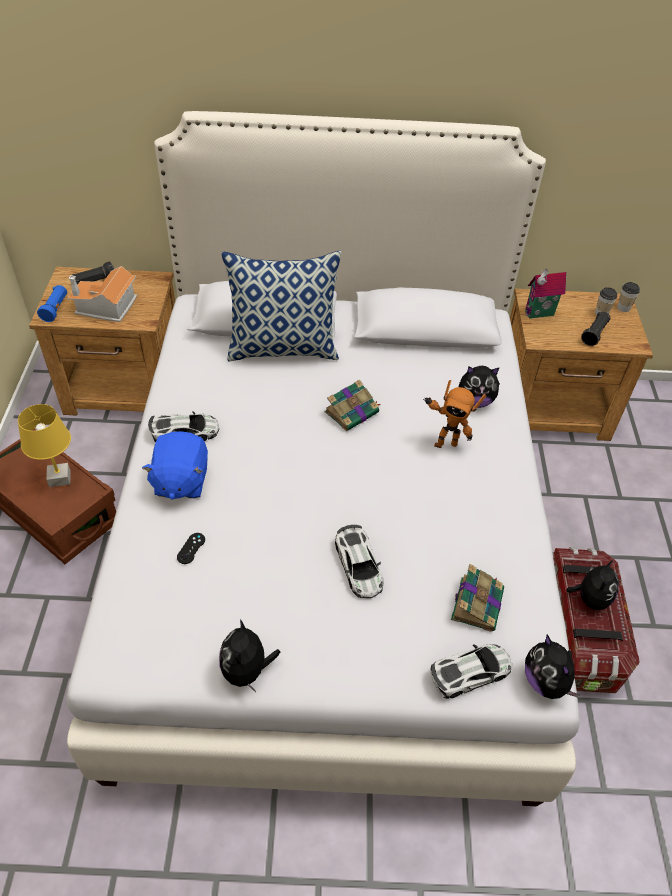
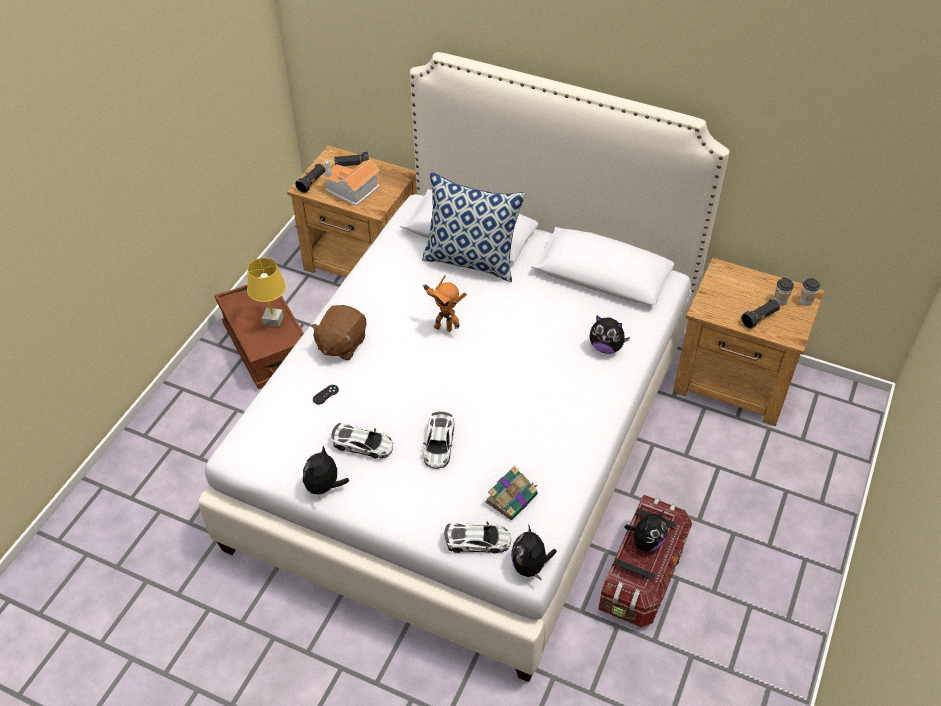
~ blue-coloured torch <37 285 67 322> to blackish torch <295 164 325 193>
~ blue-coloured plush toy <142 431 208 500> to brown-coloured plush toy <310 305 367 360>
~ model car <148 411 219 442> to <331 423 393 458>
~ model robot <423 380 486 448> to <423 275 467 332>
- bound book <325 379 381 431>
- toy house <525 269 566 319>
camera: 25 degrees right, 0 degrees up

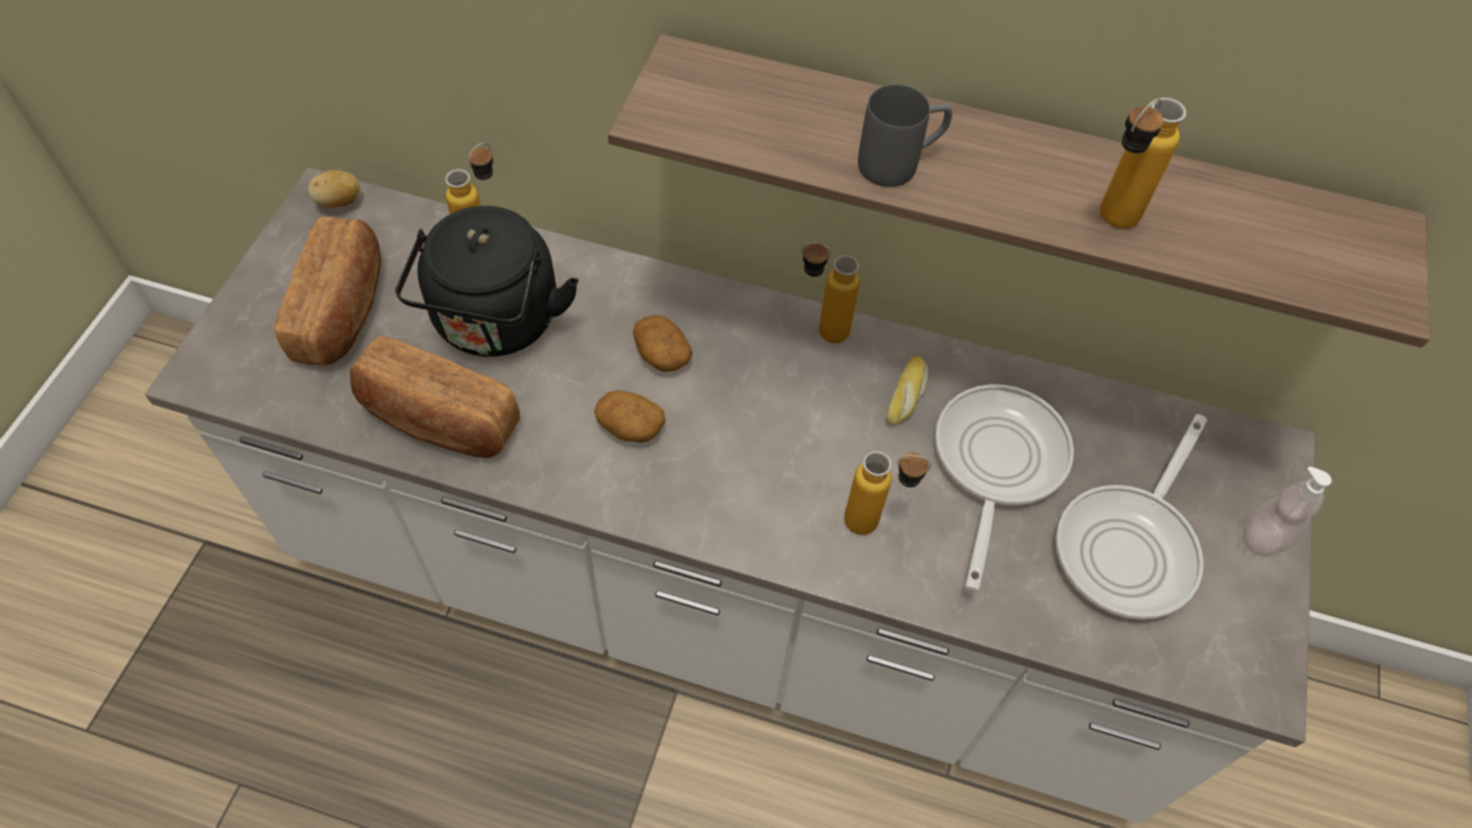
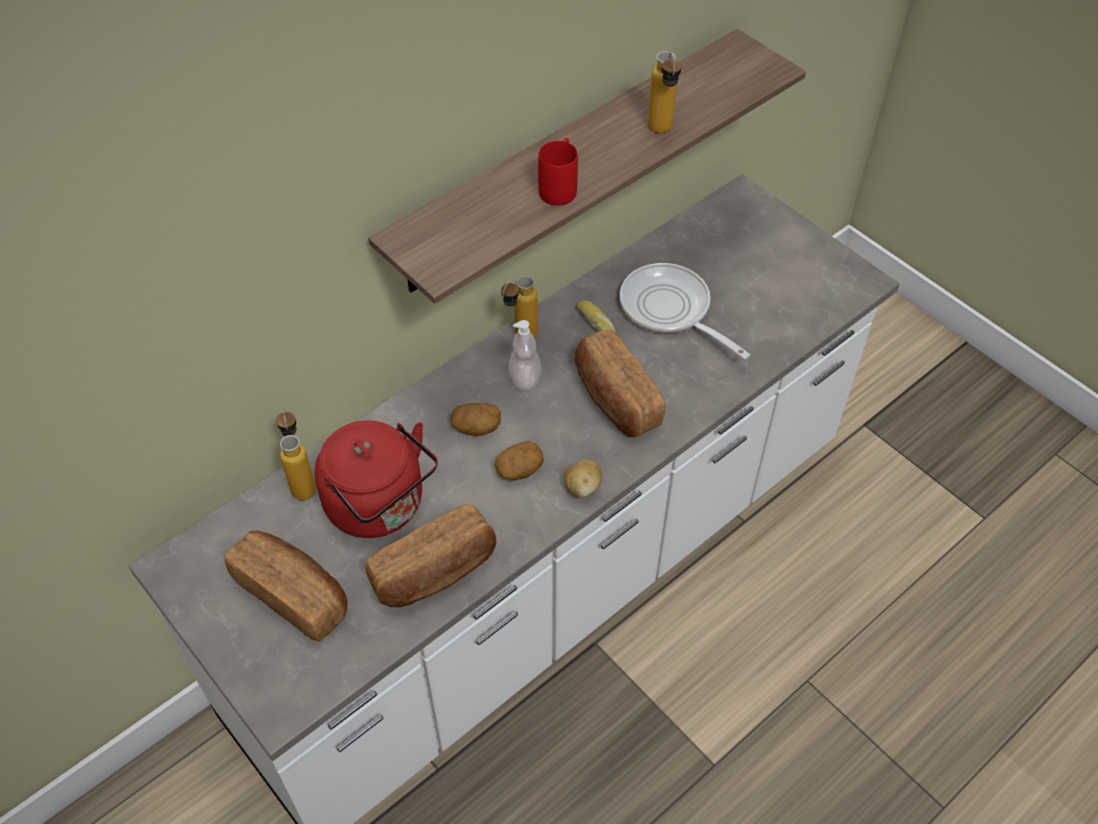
~ blackish kettle <395 206 579 357> to red-coloured kettle <314 420 438 538>
~ liquid soap bottle <1242 467 1332 556> to <509 320 542 391>
~ grey tea mug <858 84 952 187> to red-coloured tea mug <538 138 578 206>
~ whole potato <308 170 360 208> to <564 459 602 498>
+ bread <575 329 665 437>
- bottle <844 451 931 535>
- skillet <1056 414 1208 620>
camera: 55 degrees left, 5 degrees down

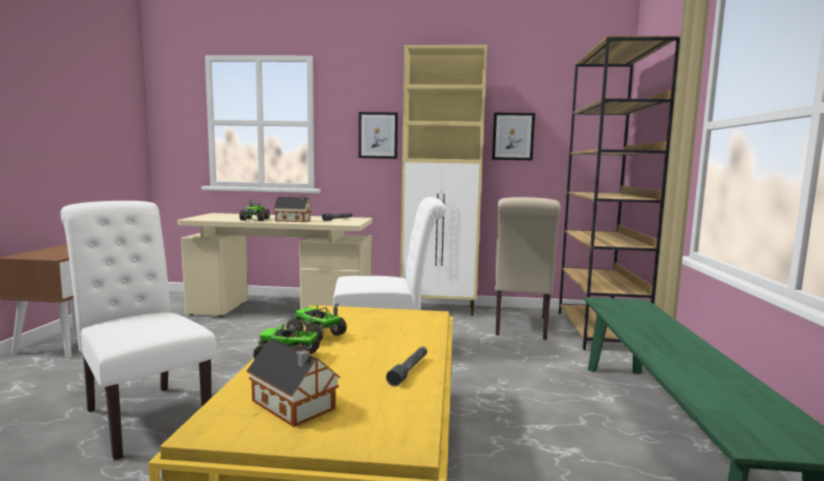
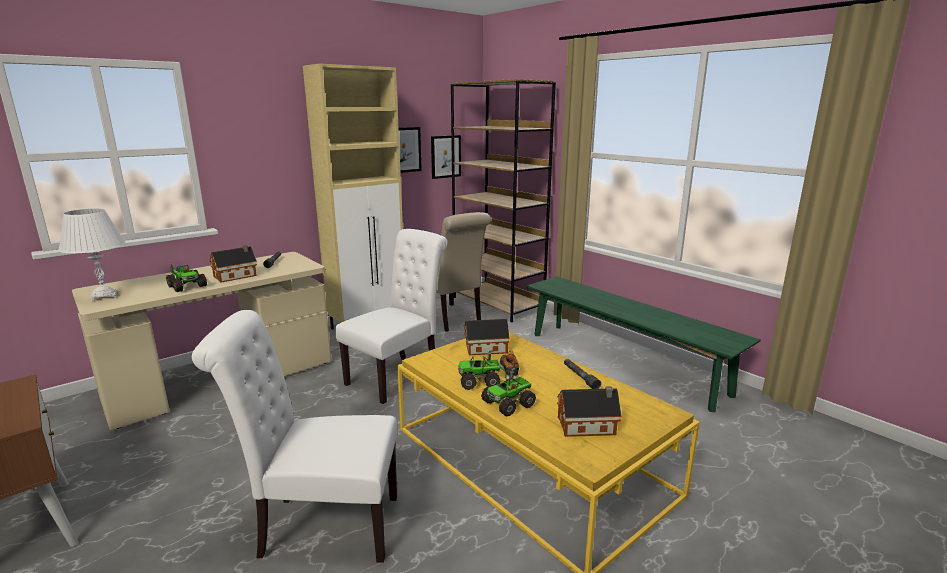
+ white lamp for a table <58 209 125 301>
~ wall picture <359 112 398 159> to <431 135 461 179>
+ toy house <464 316 510 355>
+ shoe <499 351 519 380>
camera: 45 degrees left, 10 degrees up

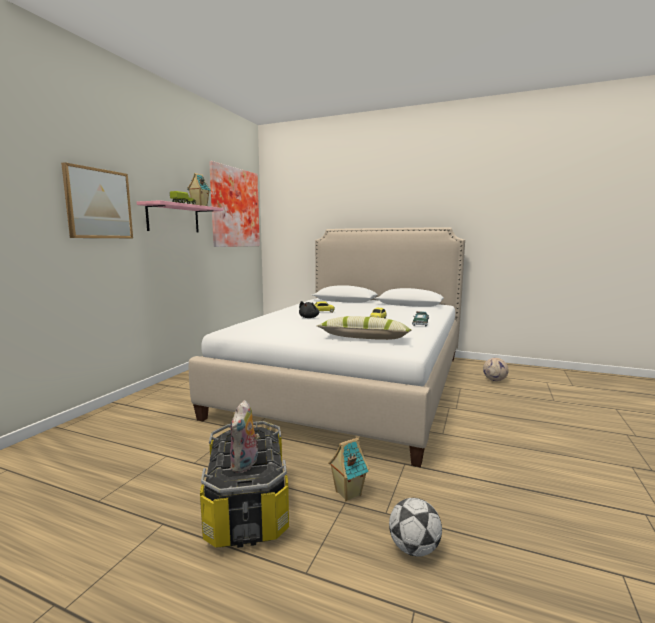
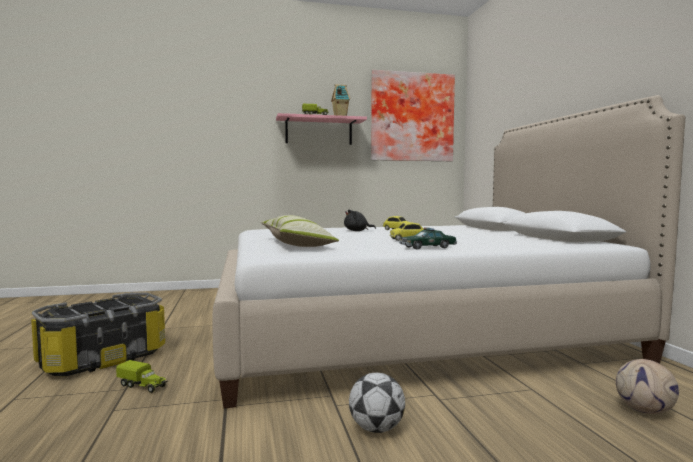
~ toy house <328 438 370 501> to toy lorry <116 360 168 393>
~ football <389 498 442 557> to <349 373 405 433>
- wall picture <61 162 133 238>
- plush toy <230 400 260 473>
camera: 55 degrees right, 5 degrees down

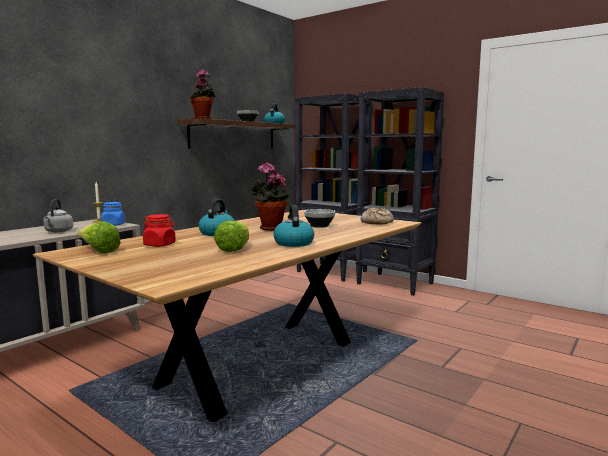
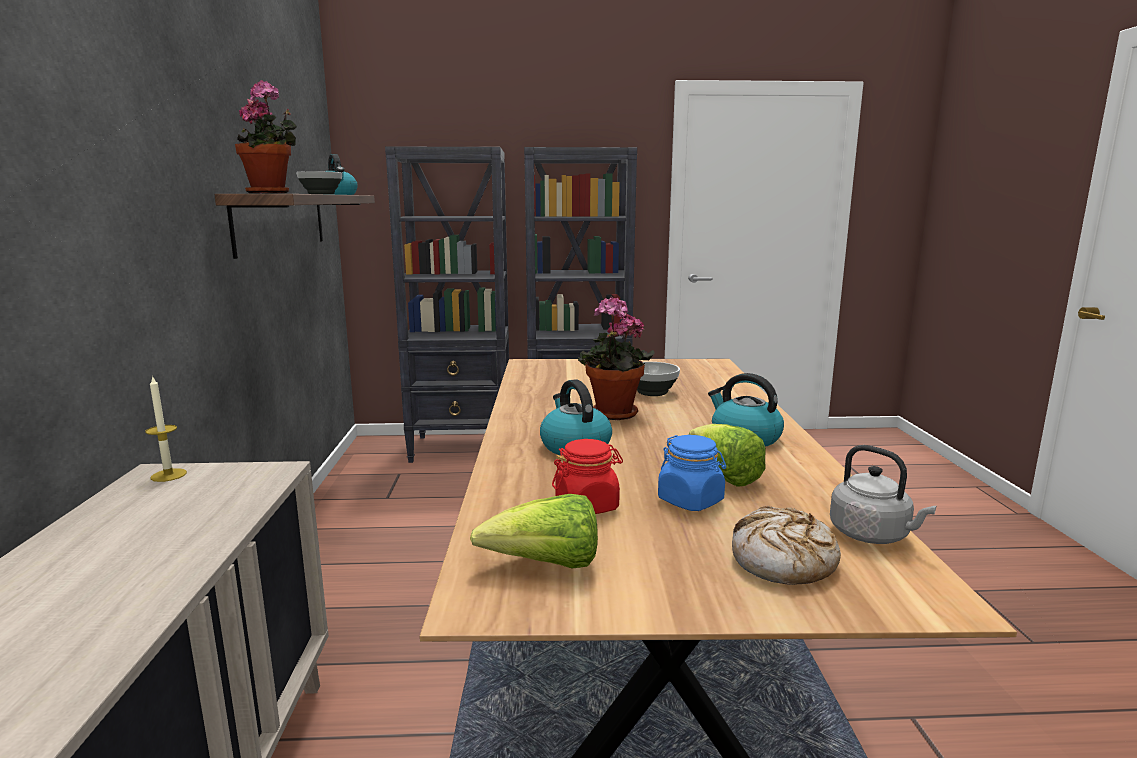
~ blue-coloured jar <101 202 125 226> to <658 435 726 511>
~ bread <361 208 394 224> to <732 506 841 585>
~ grey kettle <43 199 73 232> to <830 445 936 544>
camera: 40 degrees left, 5 degrees up

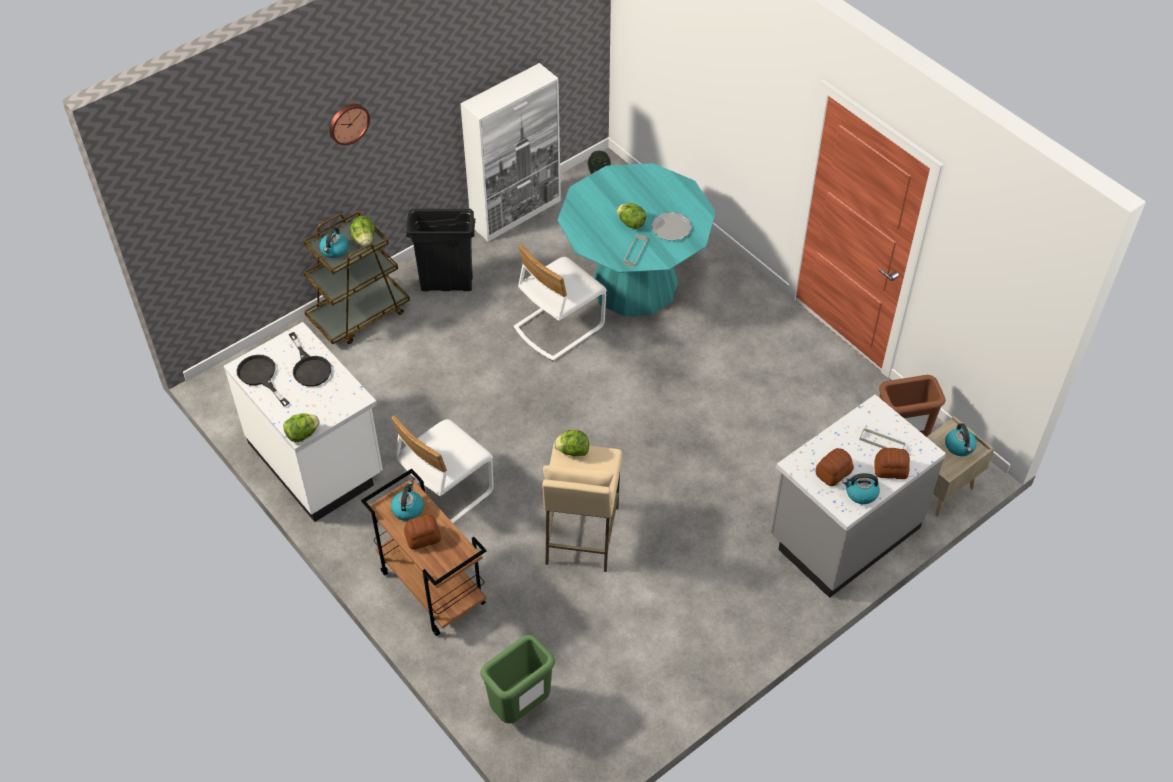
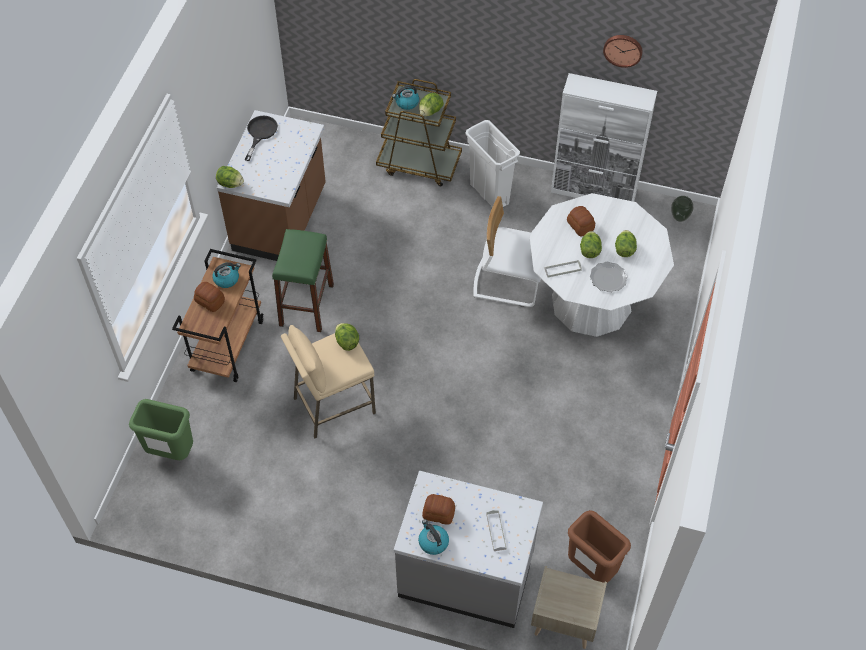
~ white kitchen base unit <224 322 383 522> to brown-coloured kitchen base unit <217 110 326 261>
~ white chair <391 415 494 523> to greenish sitting stool <272 229 334 332>
~ blackish trash can <406 209 476 291> to white trash can <465 120 520 207>
~ turquoise-coloured dinner table <557 163 716 317> to white dinner table <529 193 674 337>
~ bread <874 448 910 479> to <567 206 595 237>
~ wall clock <329 104 370 145> to <603 35 643 68>
+ lettuce head <615 230 637 257>
- blackish skillet <289 332 331 387>
- kettle <945 423 977 456>
camera: 55 degrees right, 5 degrees up

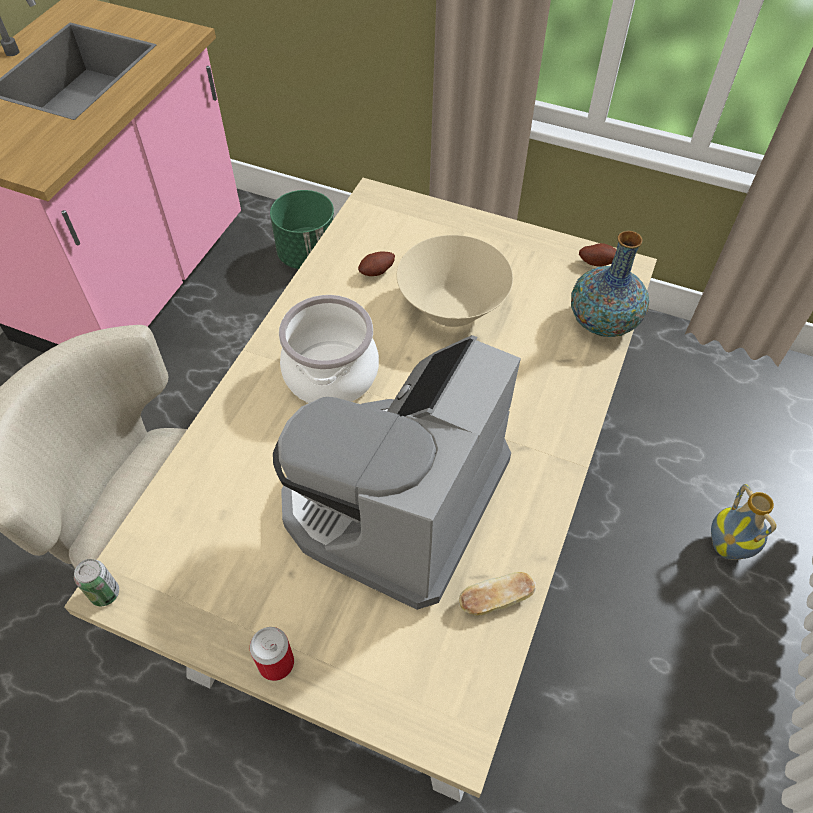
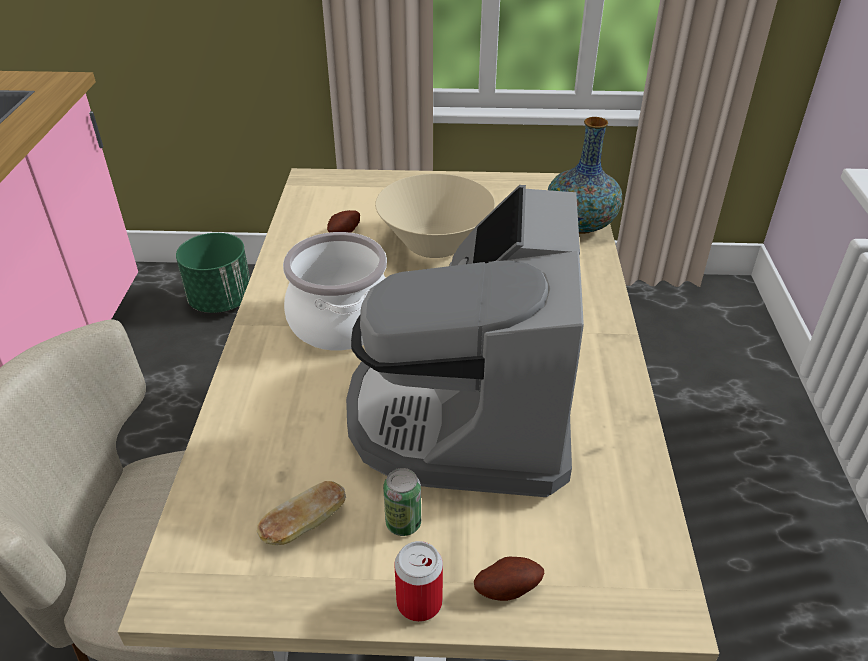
~ bread <459 572 536 616> to <257 481 346 545>
~ sealed can <74 559 119 606> to <383 468 421 536>
~ whole potato <579 243 617 267> to <474 557 544 601>
- flower vase <711 484 777 560>
camera: 20 degrees left, 15 degrees down

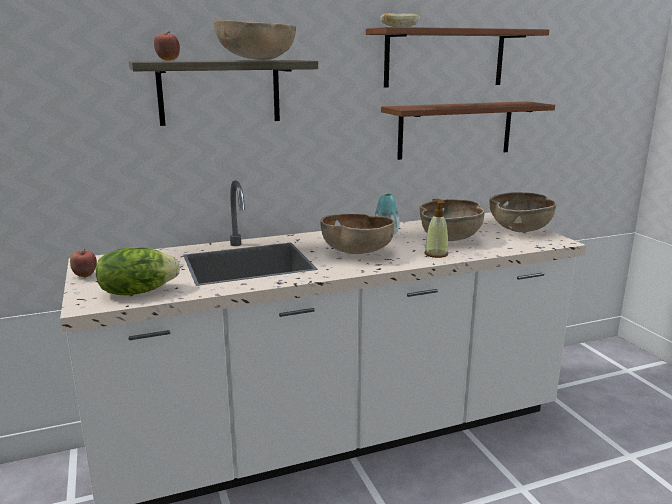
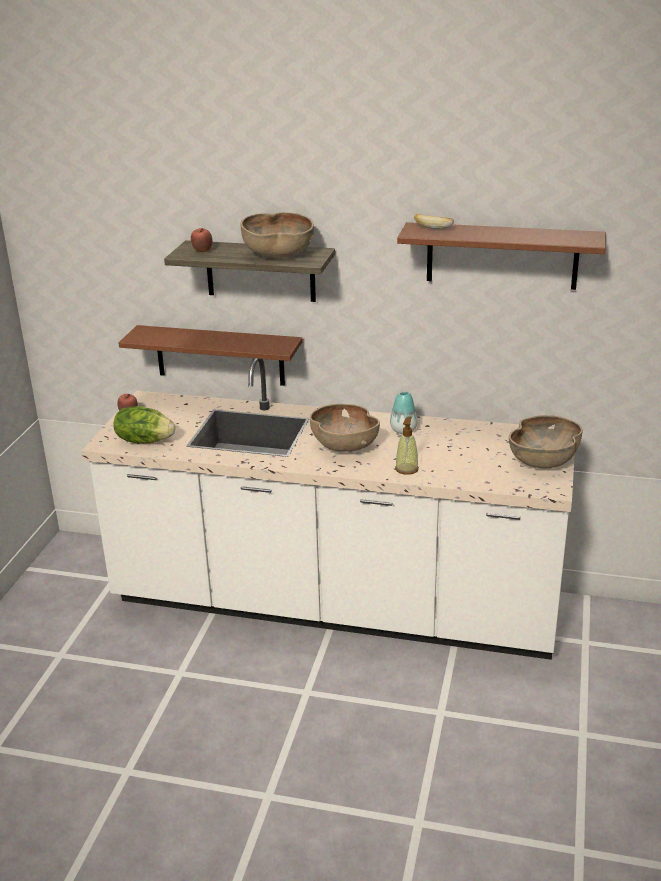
~ brown-coloured bracket shelf <381 101 555 160> to <119 325 302 386>
- brown-coloured serving bowl <420 199 485 241>
camera: 35 degrees right, 10 degrees up

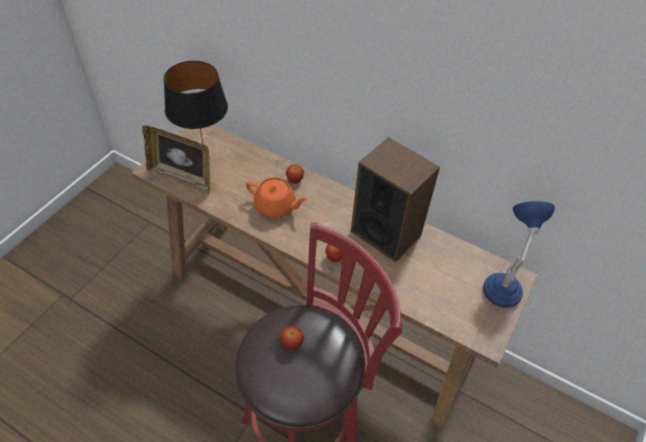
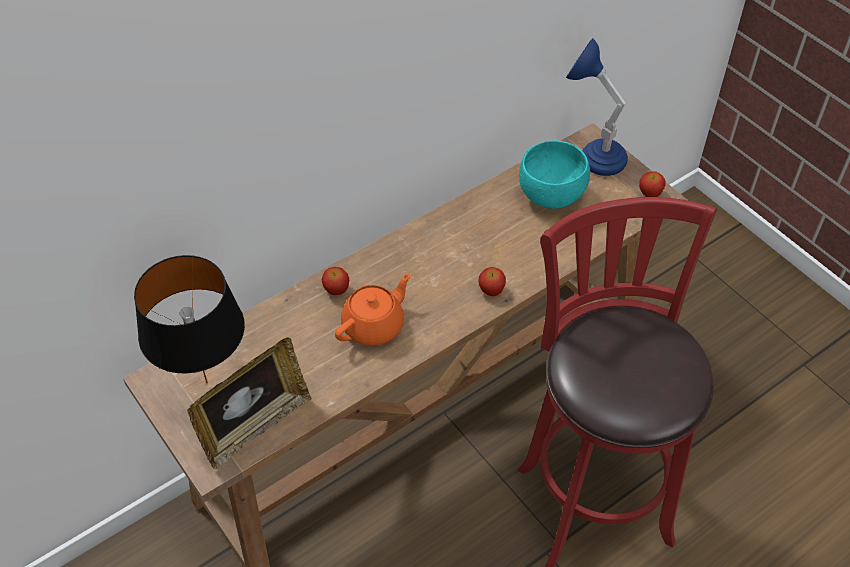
+ turquoise-coloured serving bowl <519 140 590 209>
~ whole apple <280 325 304 349> to <639 171 666 197>
- speaker <351 137 440 262>
camera: 65 degrees left, 0 degrees up

